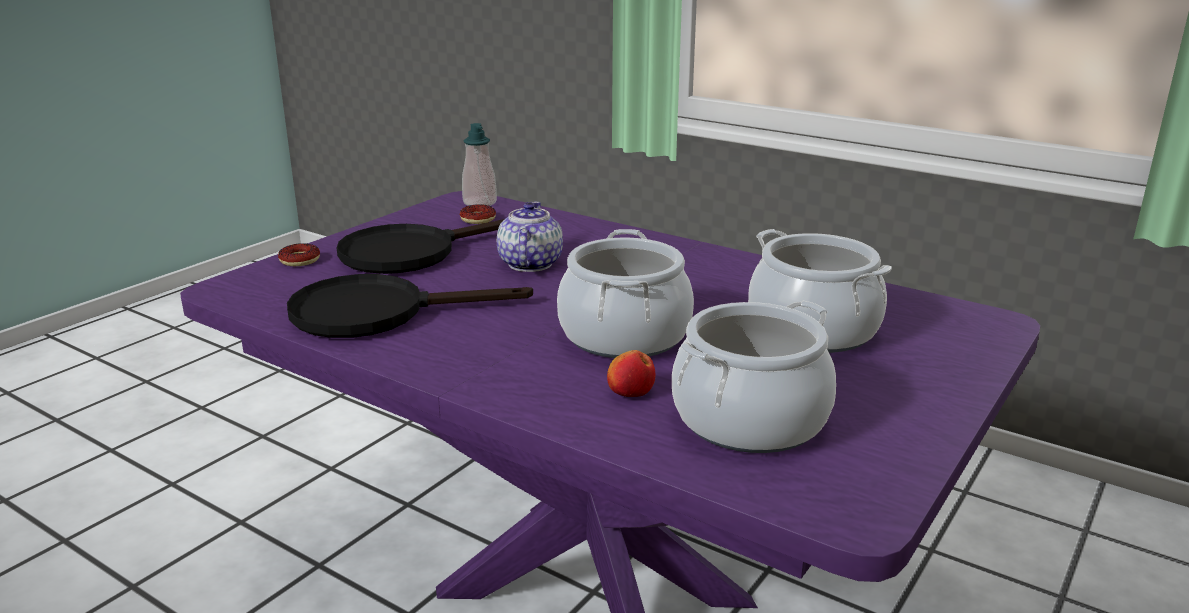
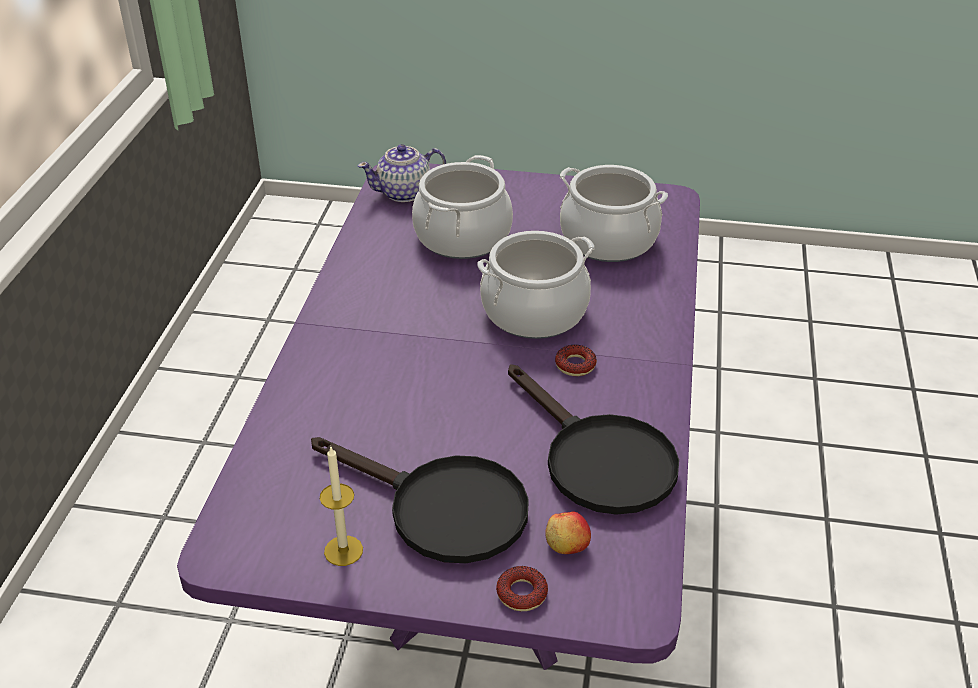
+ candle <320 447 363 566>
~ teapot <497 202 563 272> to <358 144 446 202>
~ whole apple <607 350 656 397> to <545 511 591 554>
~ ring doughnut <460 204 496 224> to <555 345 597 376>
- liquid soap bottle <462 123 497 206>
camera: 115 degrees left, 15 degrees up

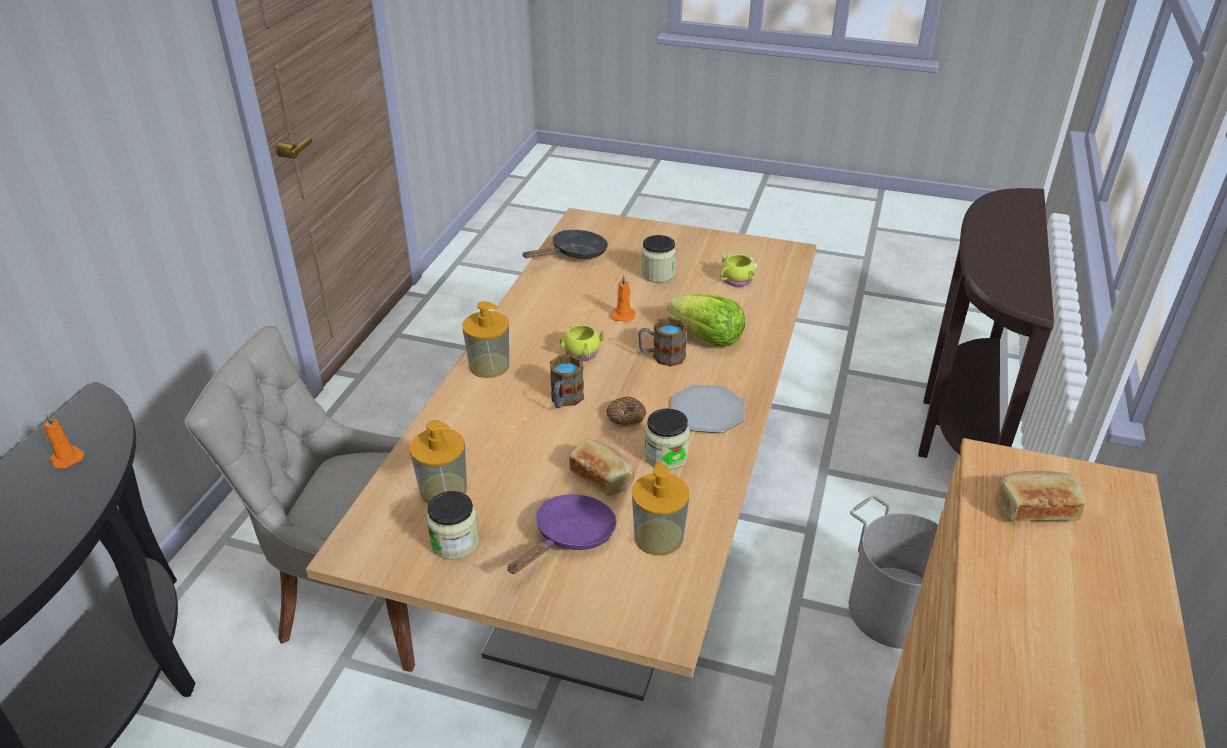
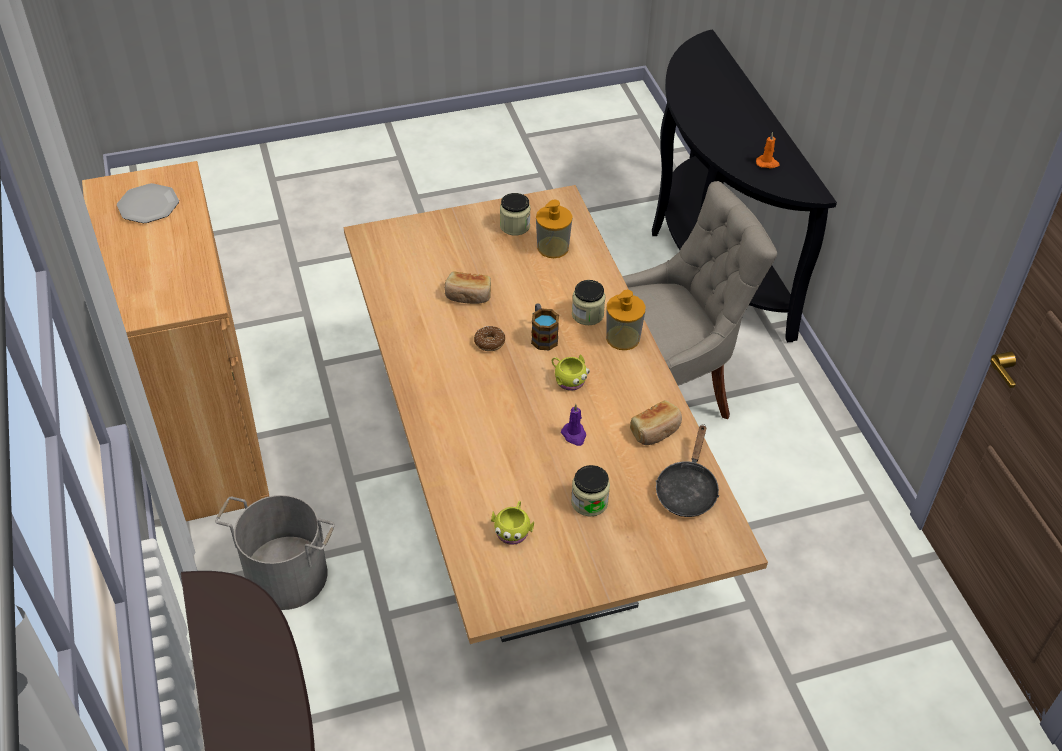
~ plate <671 384 745 433> to <117 183 179 223>
~ orange-coloured candle <610 275 635 322> to purplish candle <561 404 586 446>
~ jar <644 408 690 470> to <572 280 605 325>
~ bread <996 471 1085 522> to <630 400 682 445>
- purplish skillet <507 494 617 574>
- liquid soap bottle <632 462 689 556>
- tea mug <638 317 688 367>
- lettuce head <667 294 745 346>
camera: 145 degrees right, 10 degrees up

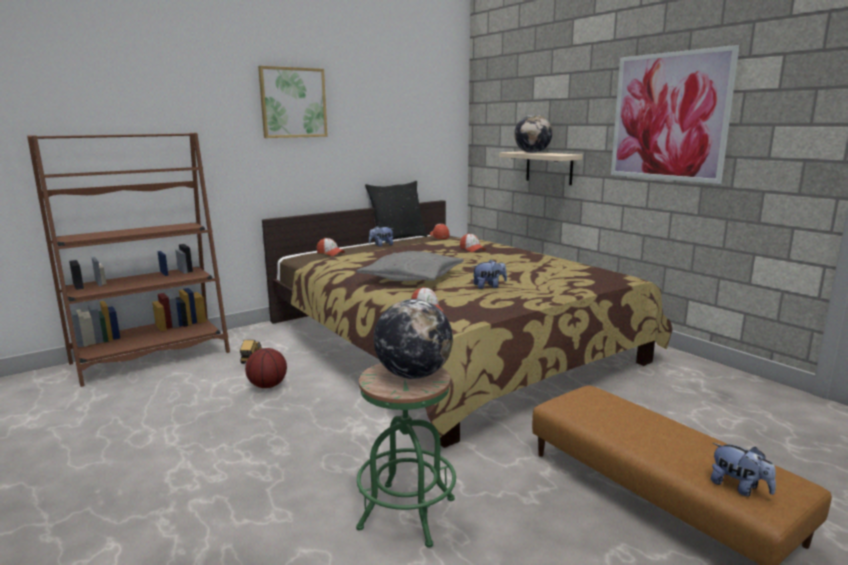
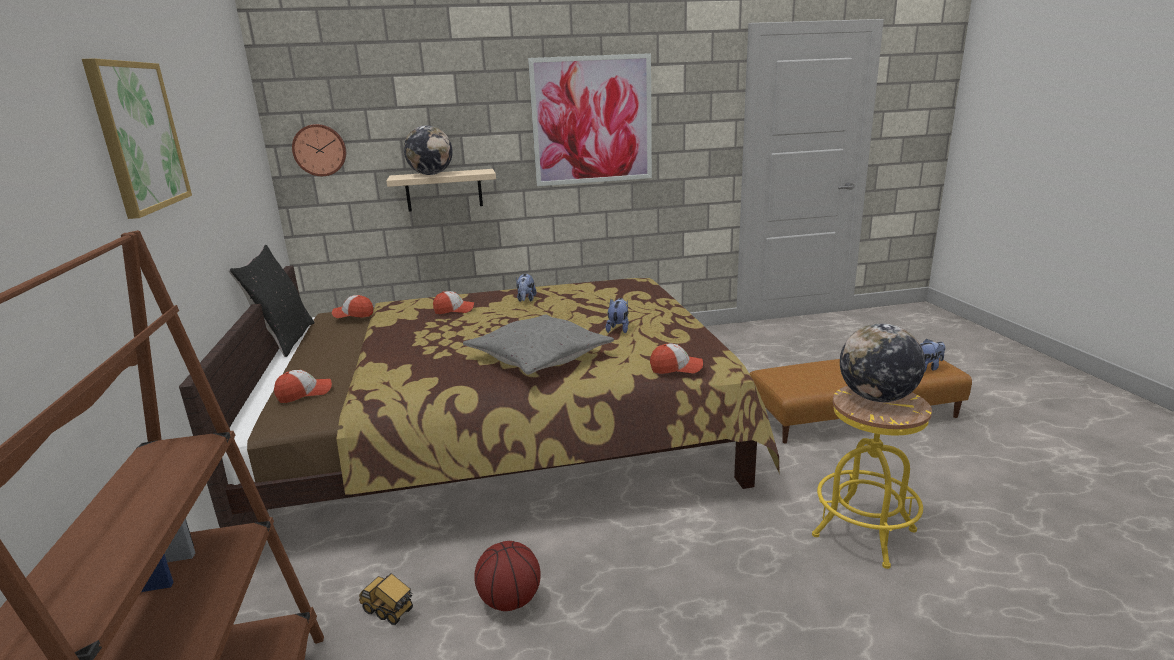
+ wall clock <292 124 346 176>
~ plush toy <369 226 394 247> to <516 273 537 302>
~ greenish sitting stool <356 363 456 548> to yellow-coloured sitting stool <812 386 932 569>
camera: 65 degrees left, 5 degrees up

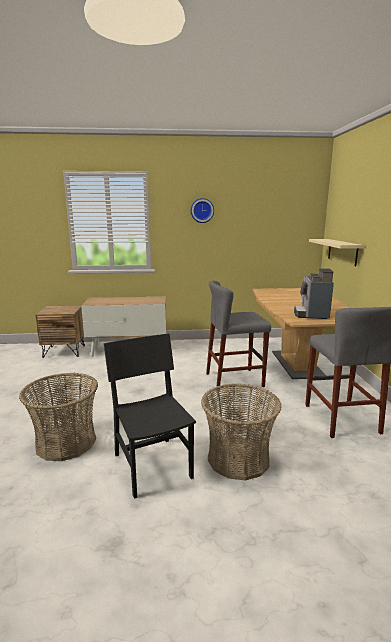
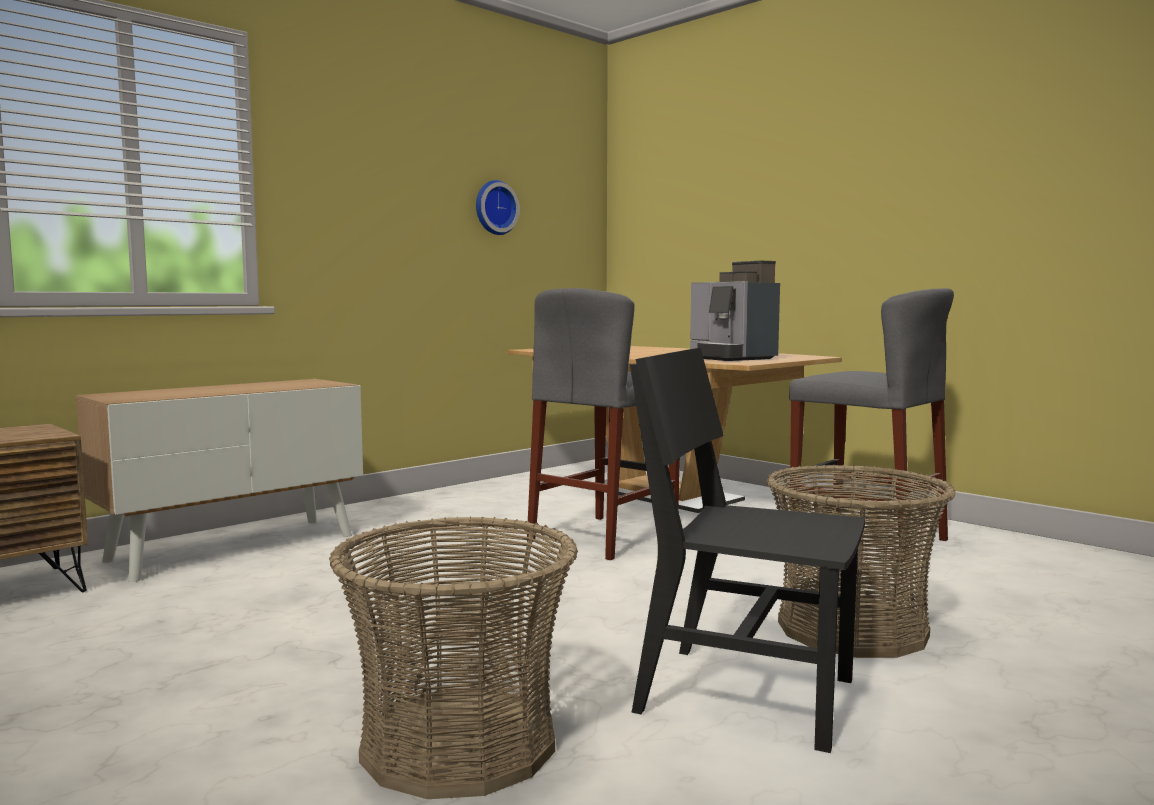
~ wall clock <191 198 214 223> to <476 180 520 235>
- sand-coloured bracket shelf <309 239 363 266>
camera: 40 degrees left, 10 degrees down

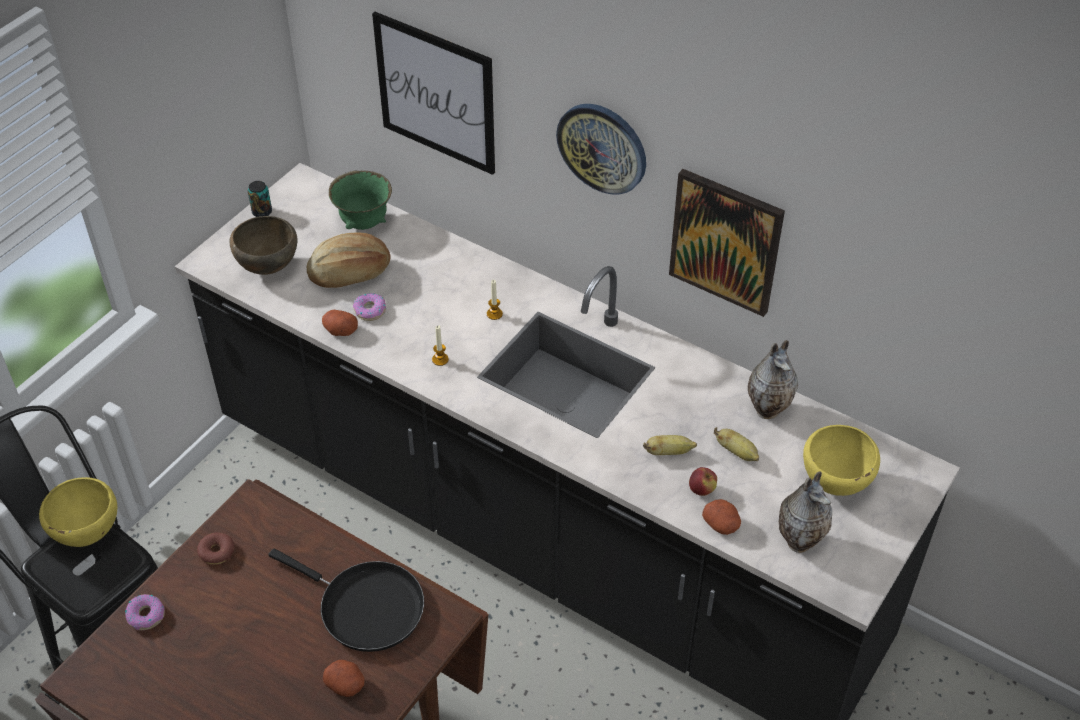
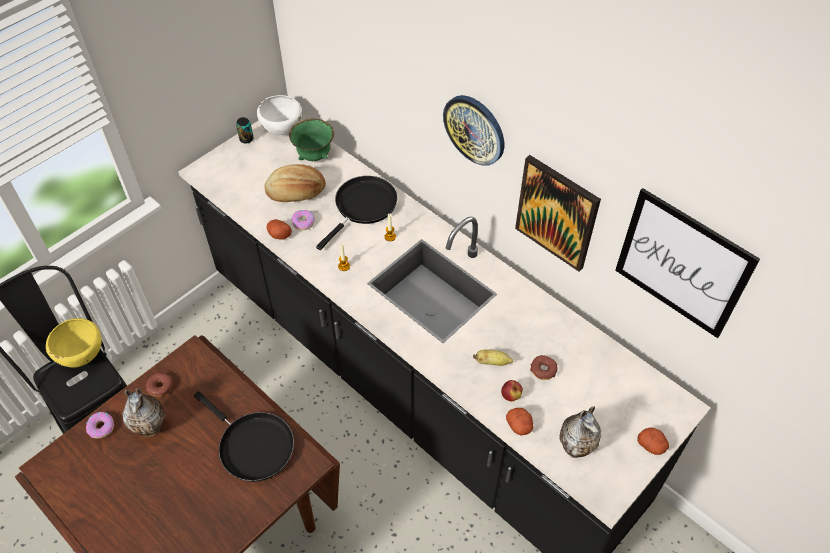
~ flower vase <748 340 798 419> to <122 388 165 437>
+ white serving bowl <257 95 302 135>
+ blackish skillet <316 176 397 250>
~ banana fruit <714 427 759 461> to ring doughnut <530 355 557 380>
~ wall picture <372 12 495 175> to <615 188 760 338>
~ whole potato <323 660 365 697> to <637 427 669 455>
- brown-coloured serving bowl <230 216 298 275>
- yellow-coloured serving bowl <803 425 880 496>
camera: 10 degrees right, 5 degrees up

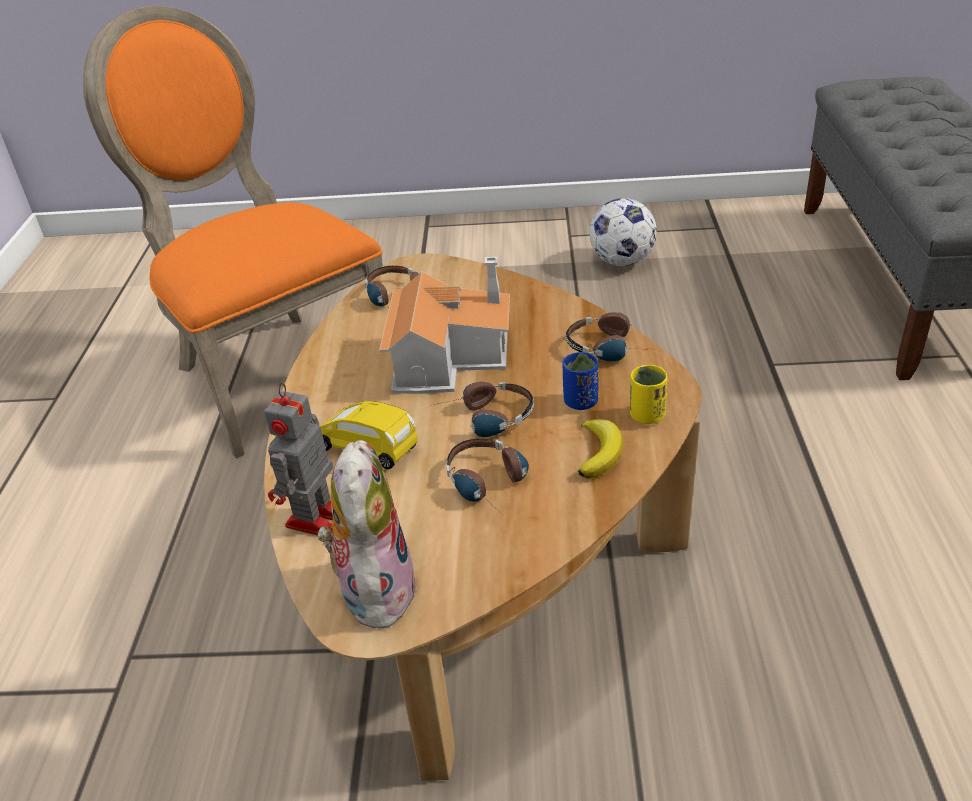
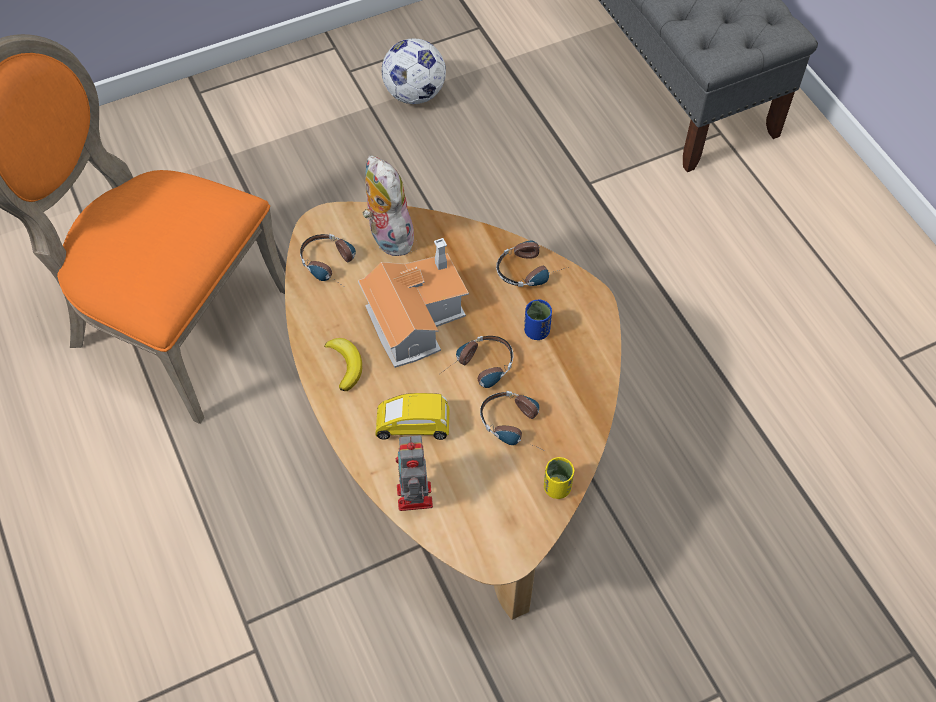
~ banana fruit <578 419 623 479> to <324 338 362 391>
~ plush toy <317 440 417 630> to <363 155 414 256>
~ yellow-coloured drinking cup <630 365 668 424> to <544 457 575 499>
camera: 30 degrees left, 20 degrees up

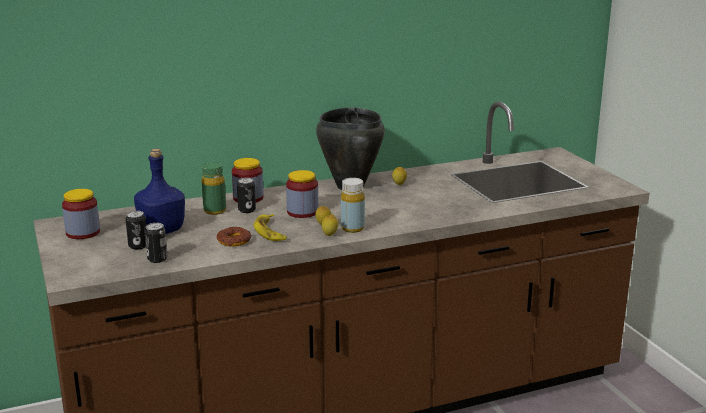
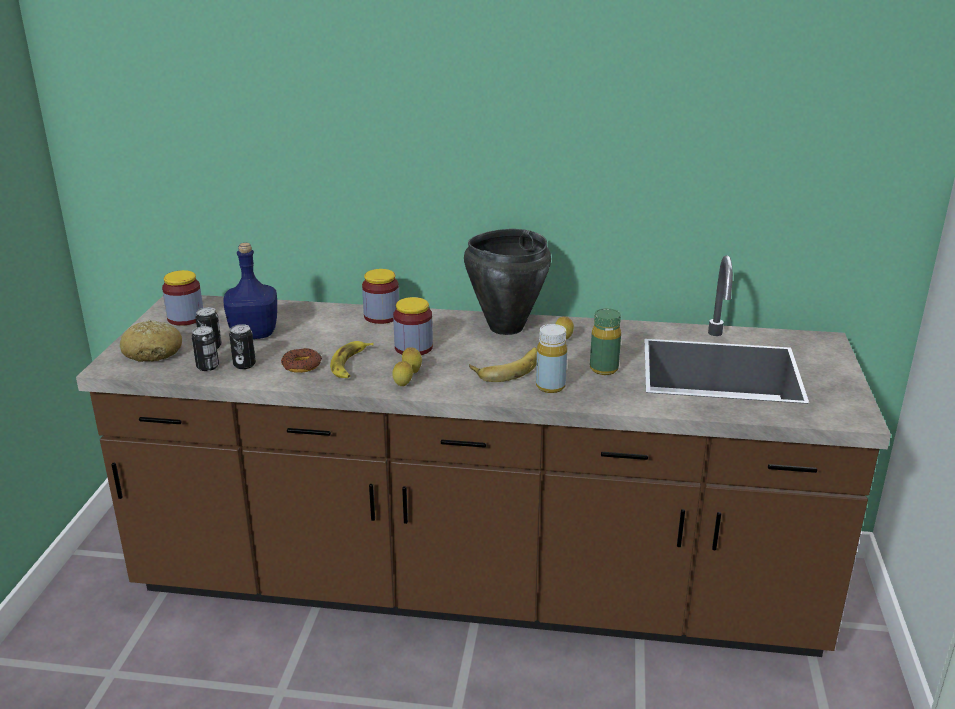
+ bread <120 320 182 362>
~ sealed can <237 178 256 213> to <229 324 256 369>
+ banana fruit <469 348 537 382>
~ yellow-coloured bottle <341 178 365 233> to <536 324 567 393>
~ greenish bottle <202 162 226 215> to <590 308 621 375>
camera: 30 degrees right, 5 degrees up

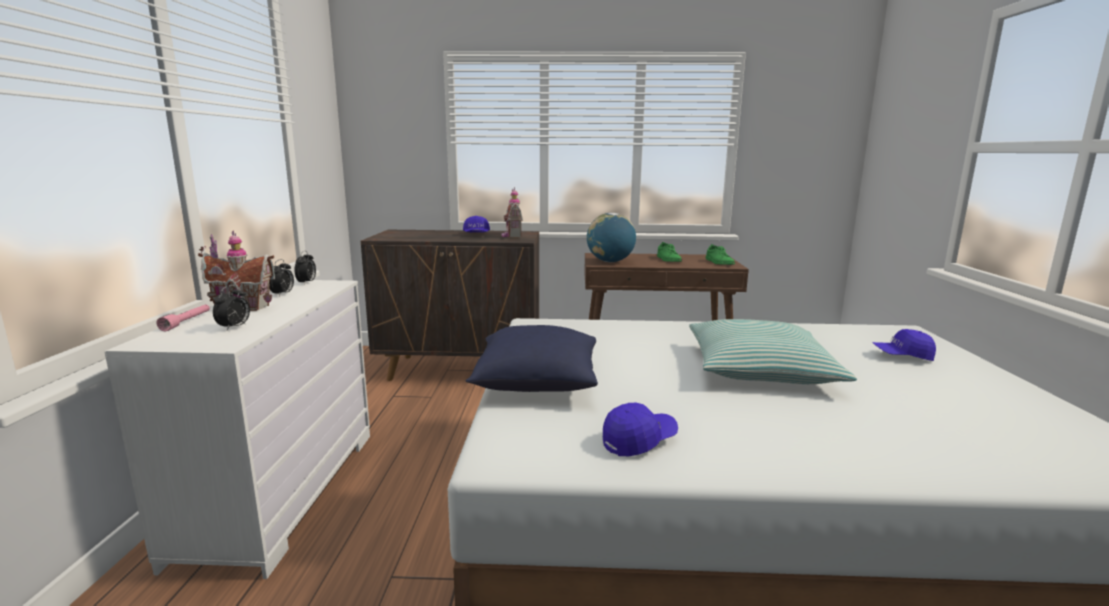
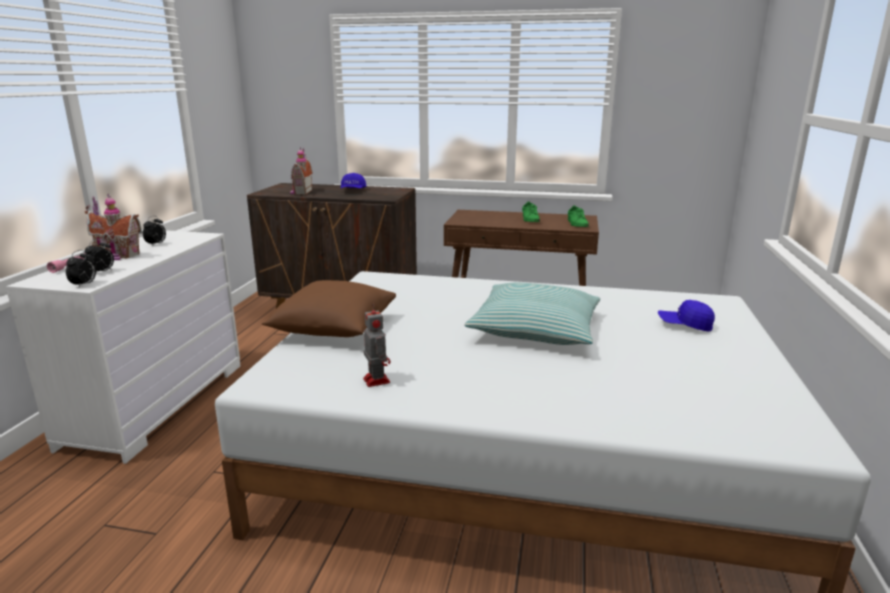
~ table clock <295 251 316 285> to <66 250 96 288>
~ blue-coloured pillow <466 325 598 392> to brown-coloured pillow <261 280 396 337>
~ toy house <501 187 523 237> to <290 147 313 195>
~ blue-coloured cap <603 403 678 456> to model robot <363 304 391 387>
- globe <587 213 636 262>
camera: 10 degrees right, 5 degrees up

